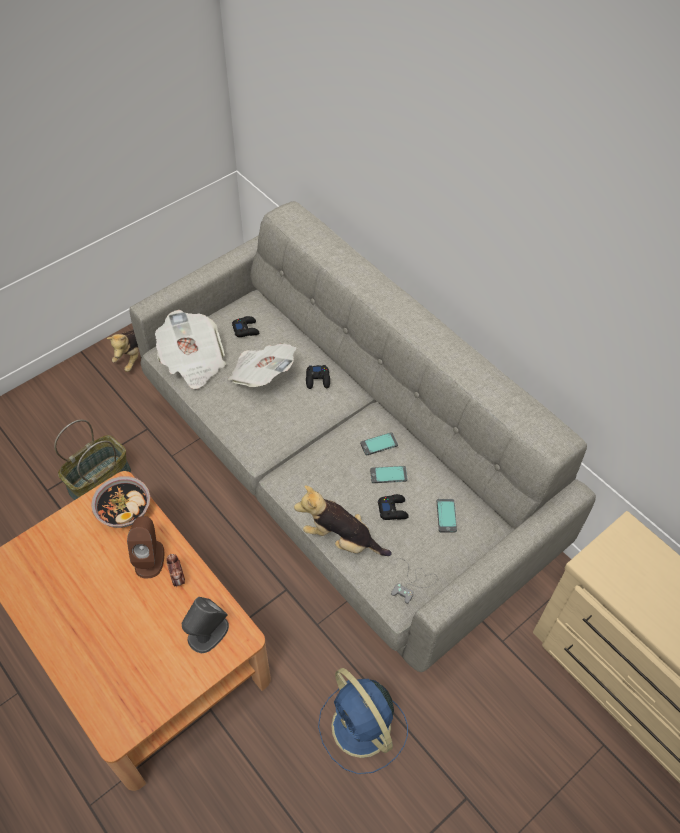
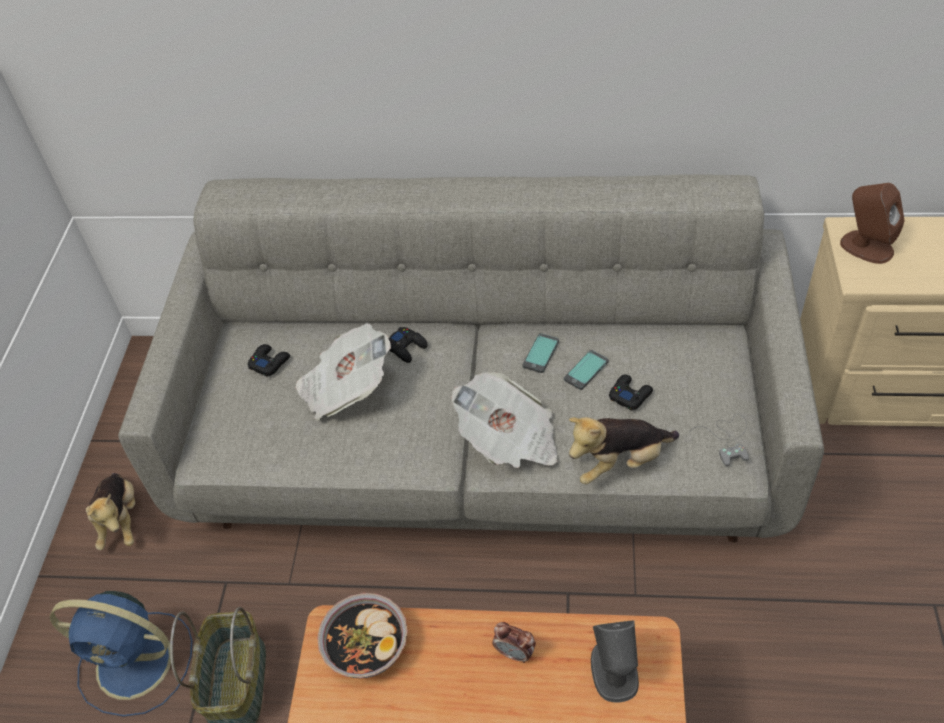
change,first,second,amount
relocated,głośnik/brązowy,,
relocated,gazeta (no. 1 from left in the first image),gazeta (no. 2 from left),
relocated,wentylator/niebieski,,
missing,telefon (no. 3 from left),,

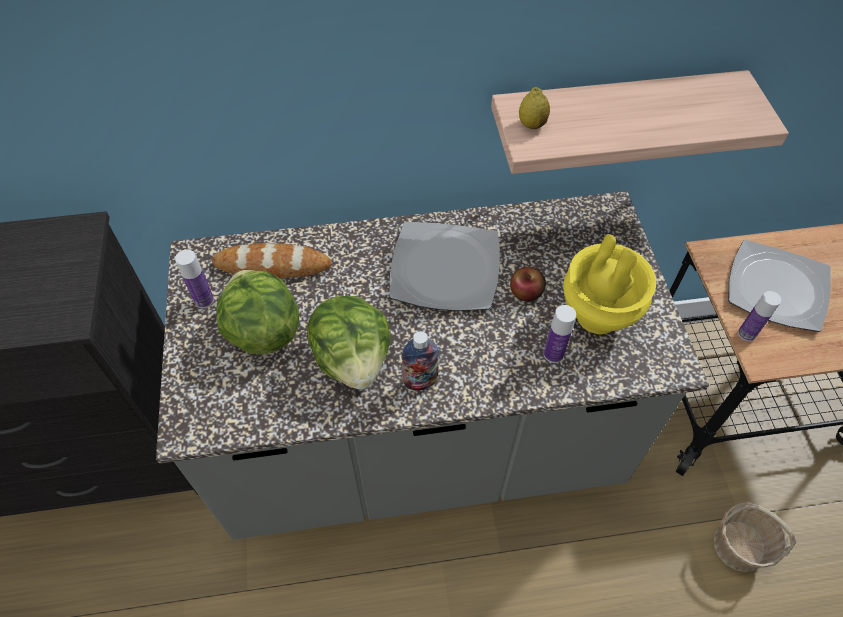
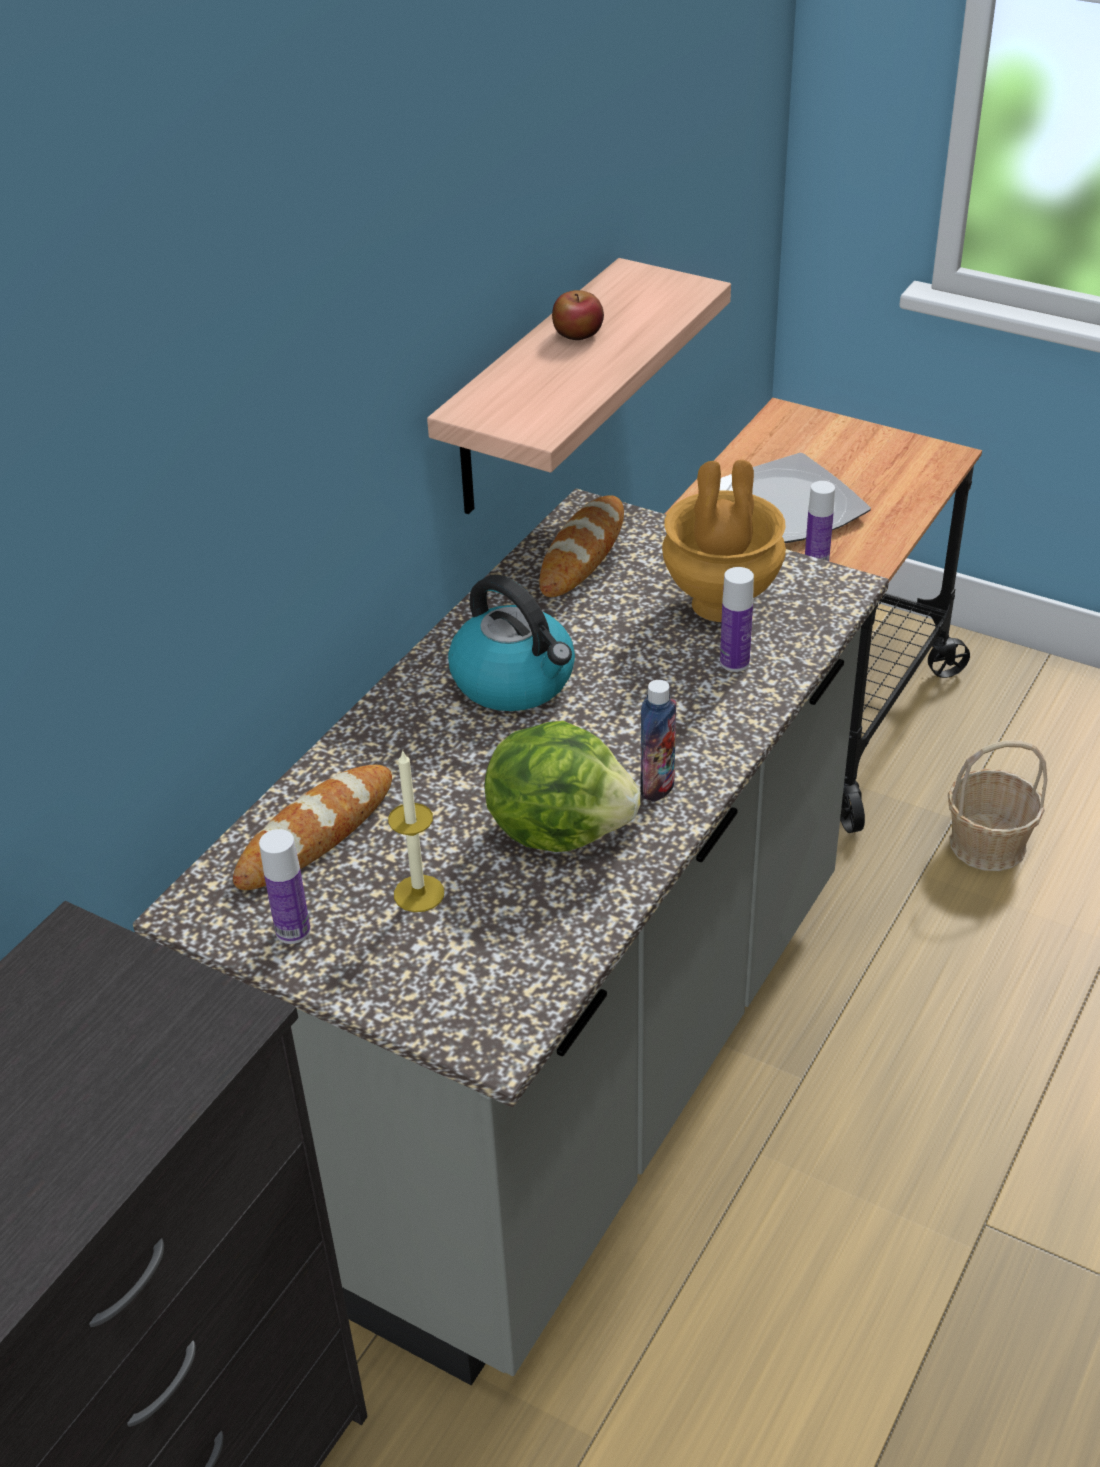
change,first,second,amount
exchanged,sałata (no. 1 from left),świeca,
exchanged,talerz (no. 1 from left),czajnik,
relocated,jabłko,,
missing,cytryna,,
colour,wazon/żółty,wazon/brązowy,
appeared,,chleb (no. 2 from left),

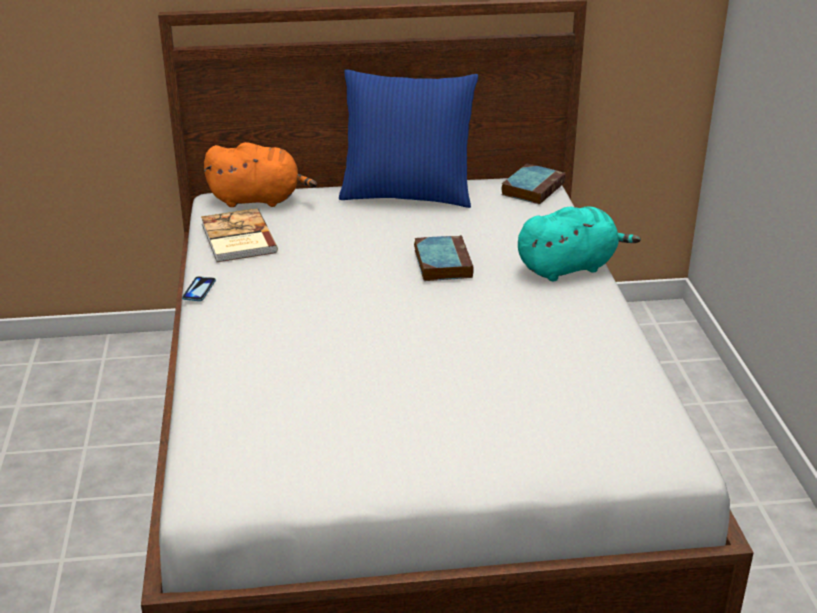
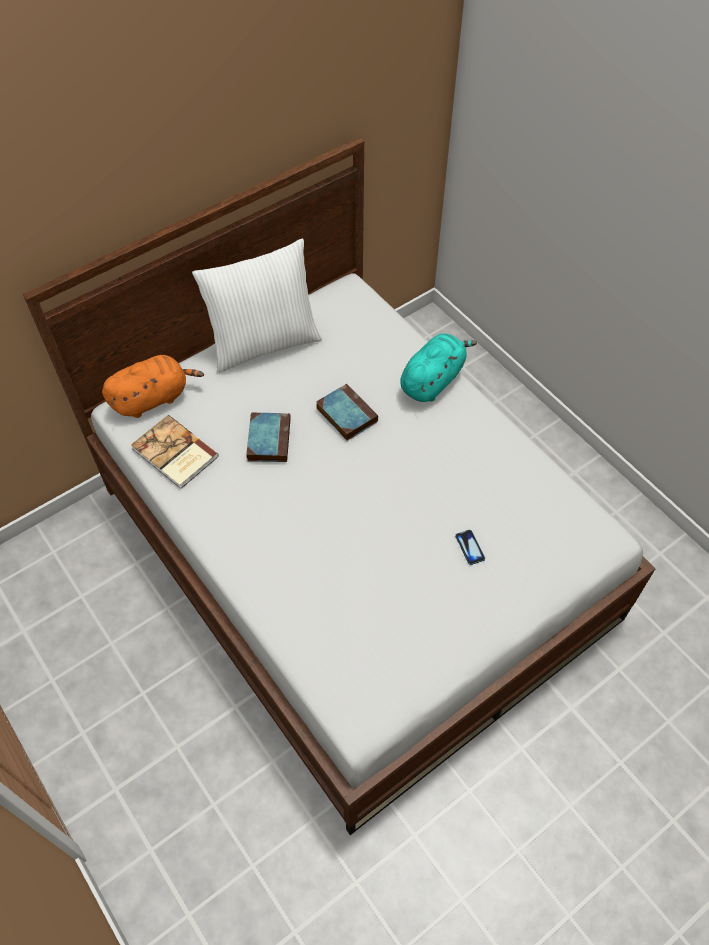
change,first,second,amount
relocated,telefon,,
colour,poduszka/niebieski,poduszka/biały,
relocated,książka (no. 3 from left in the first image),książka (no. 2 from left),

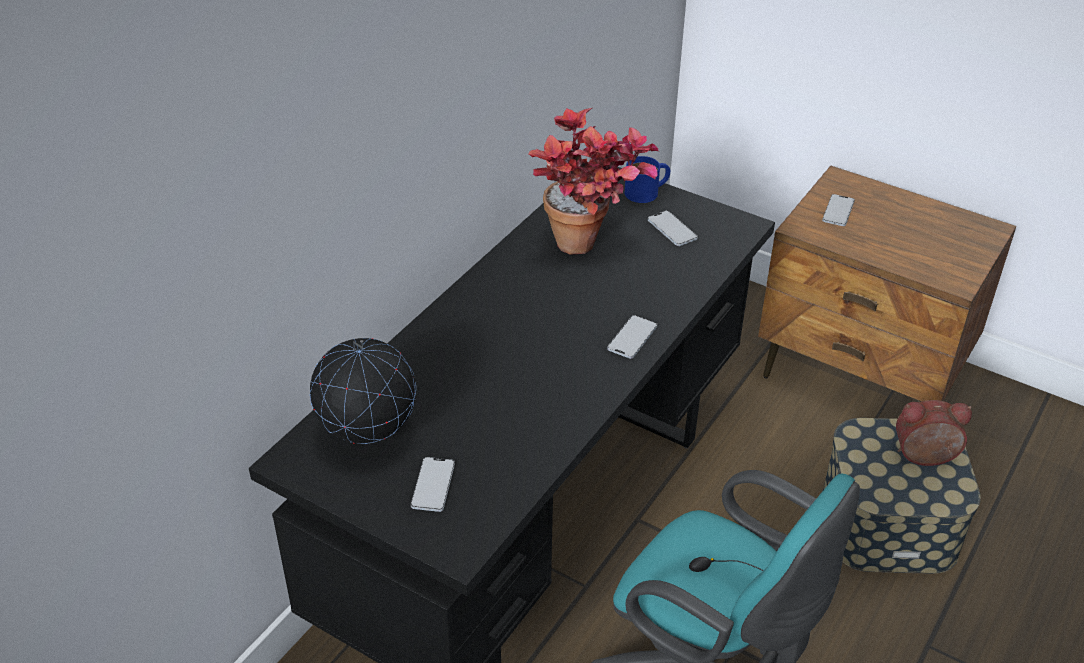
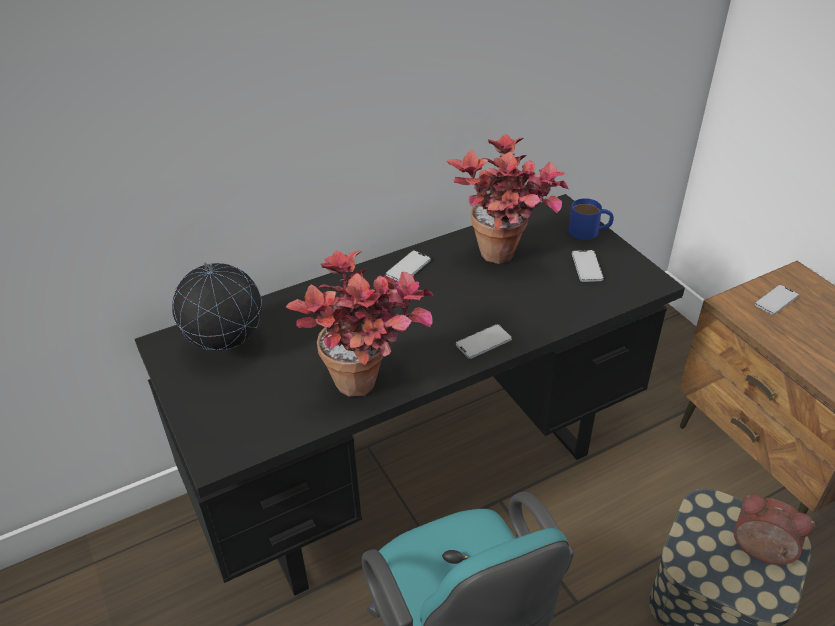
change,first,second,amount
relocated,telefon (no. 1 from left),,
appeared,,roślina doniczkowa (no. 1 from left),

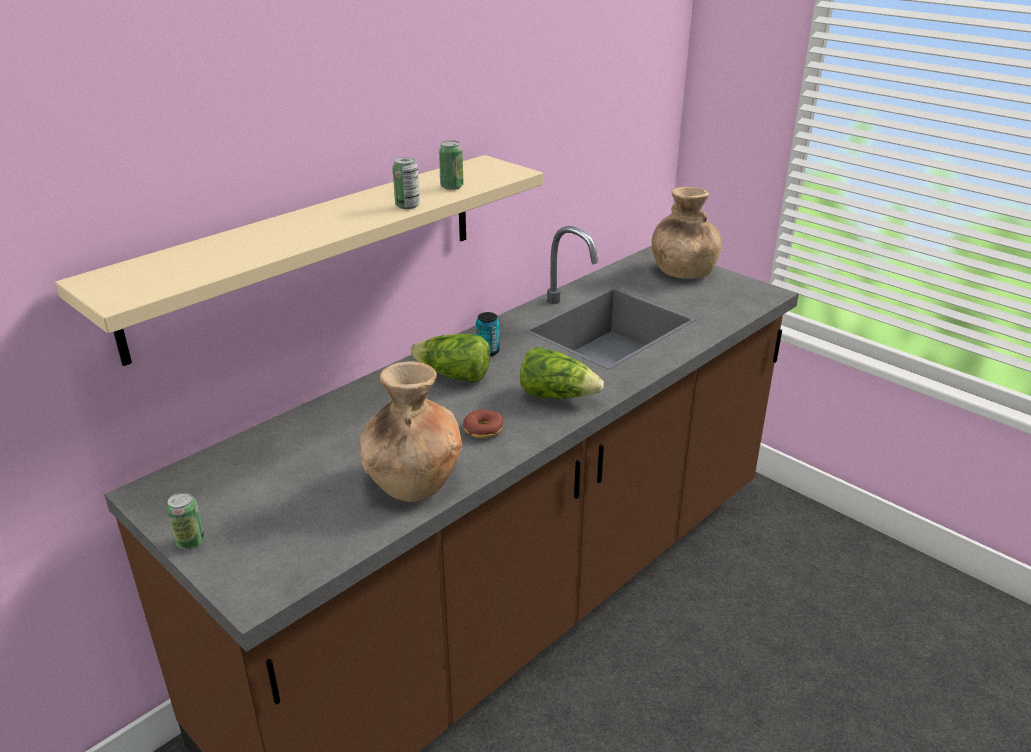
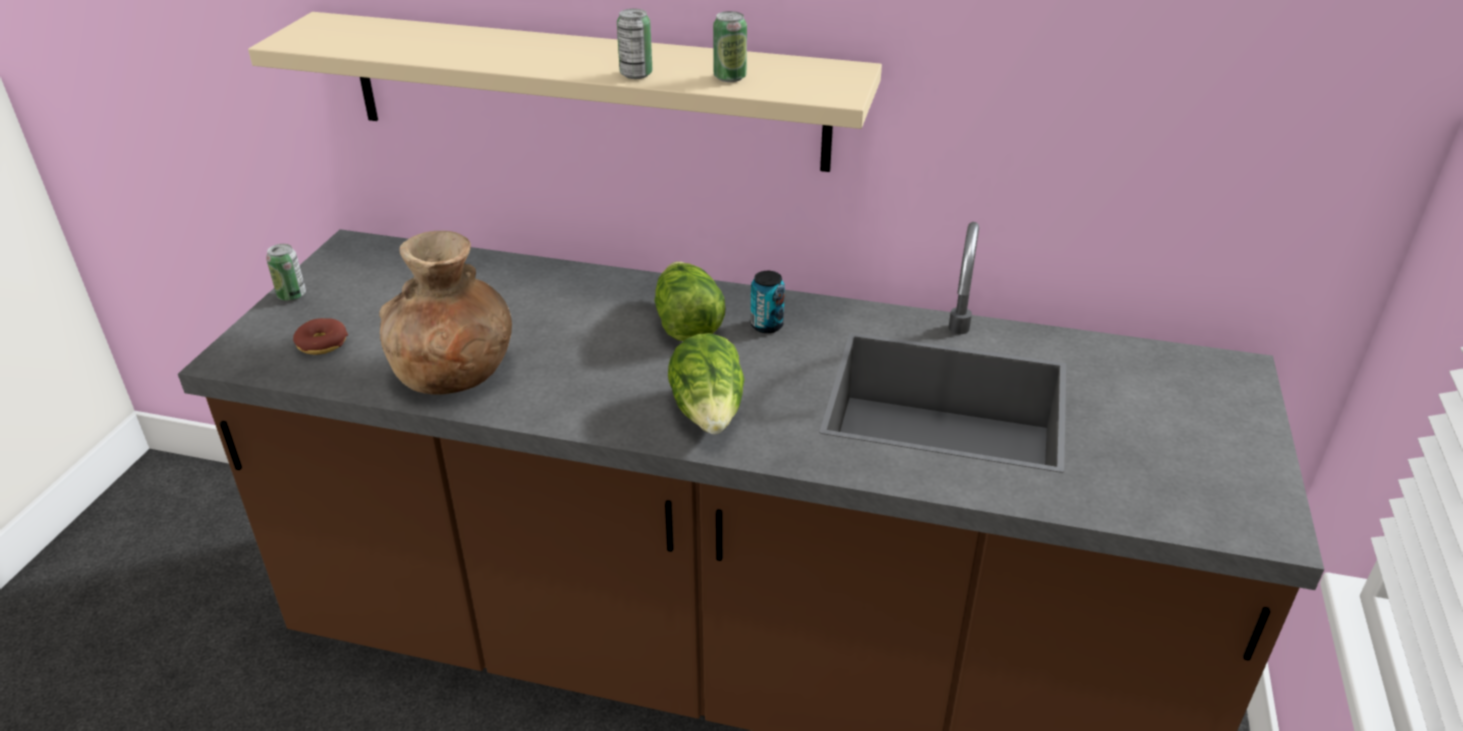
change,first,second,amount
relocated,donut,,
missing,wazon/brązowy (no. 2 from left),,

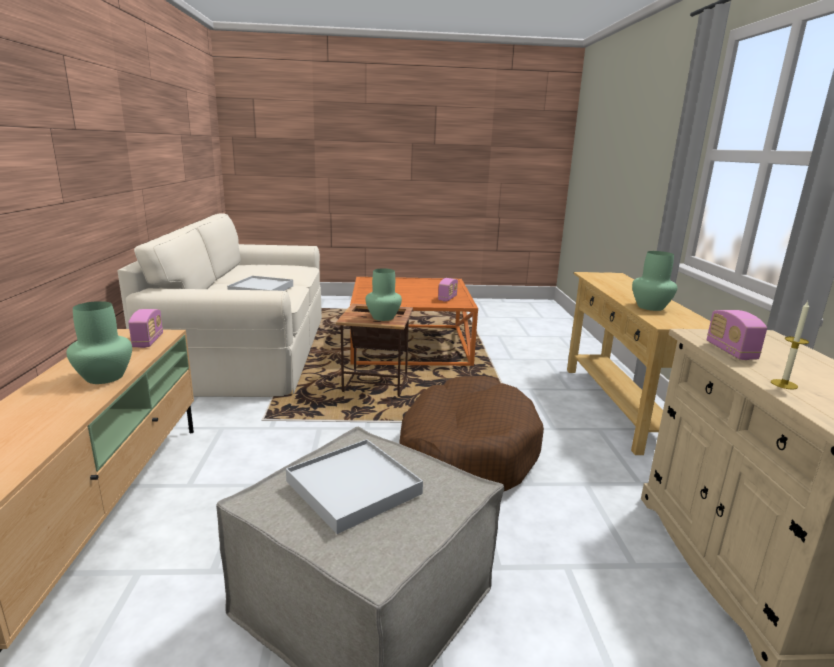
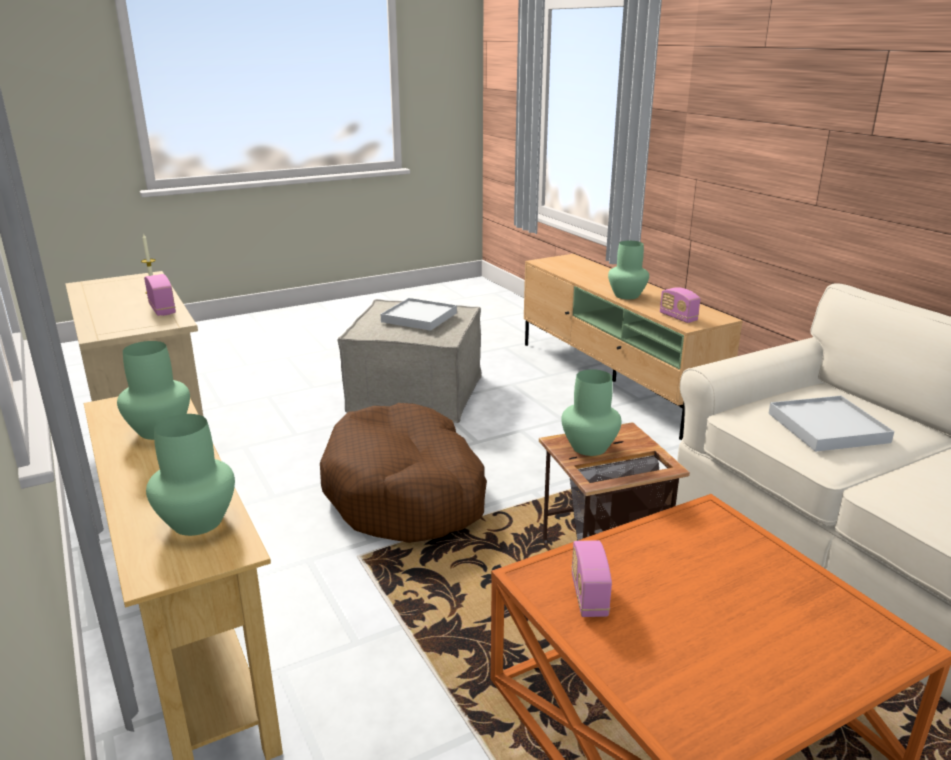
change,first,second,amount
appeared,,wazon/zielony (no. 2 from left),

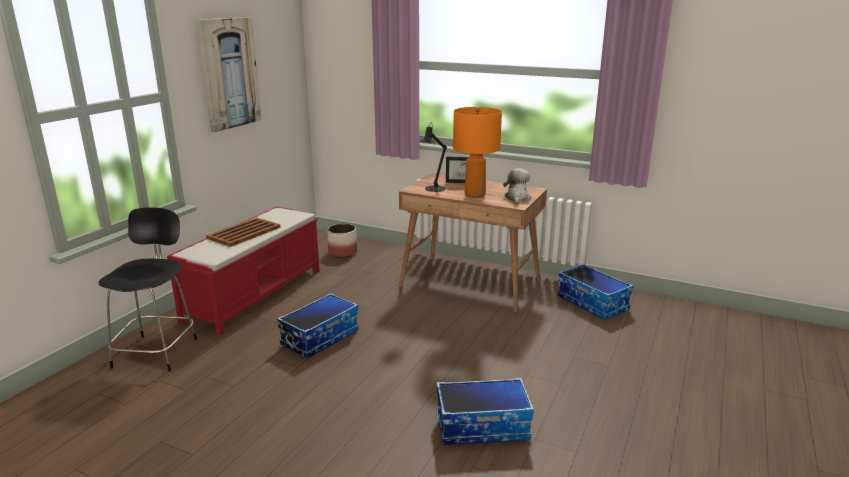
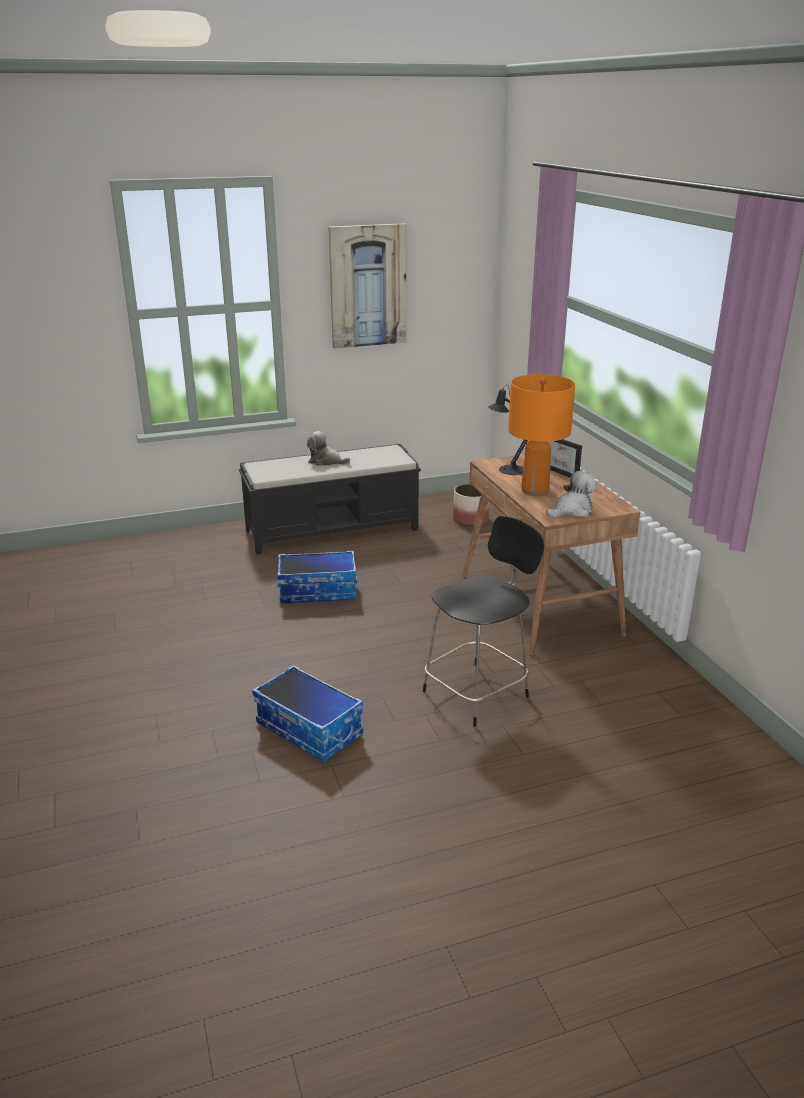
change,first,second,amount
relocated,krzesło/czarny,,
colour,ławka/czerwony,ławka/czarny,
exchanged,taca/brązowy,pluszak (no. 1 from left),
missing,pojemnik do przechowywania (no. 3 from left),,

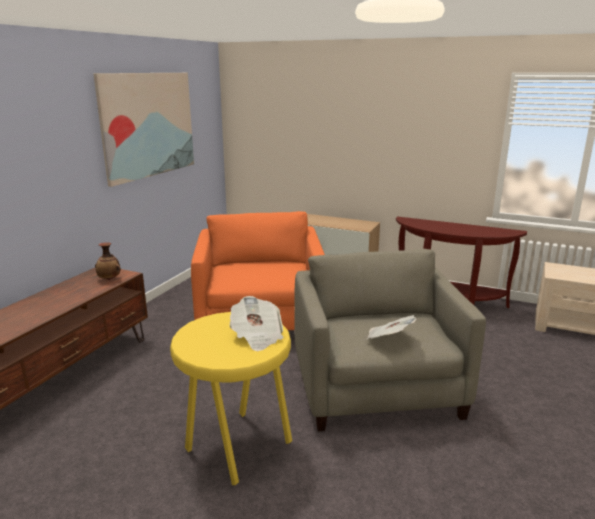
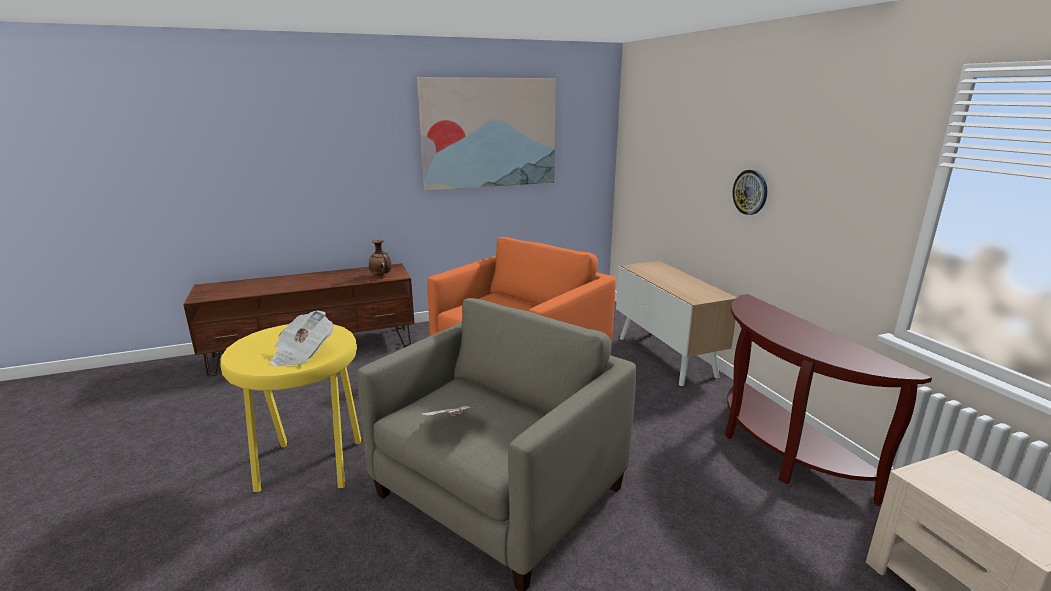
change,first,second,amount
appeared,,zegar ścienny,

